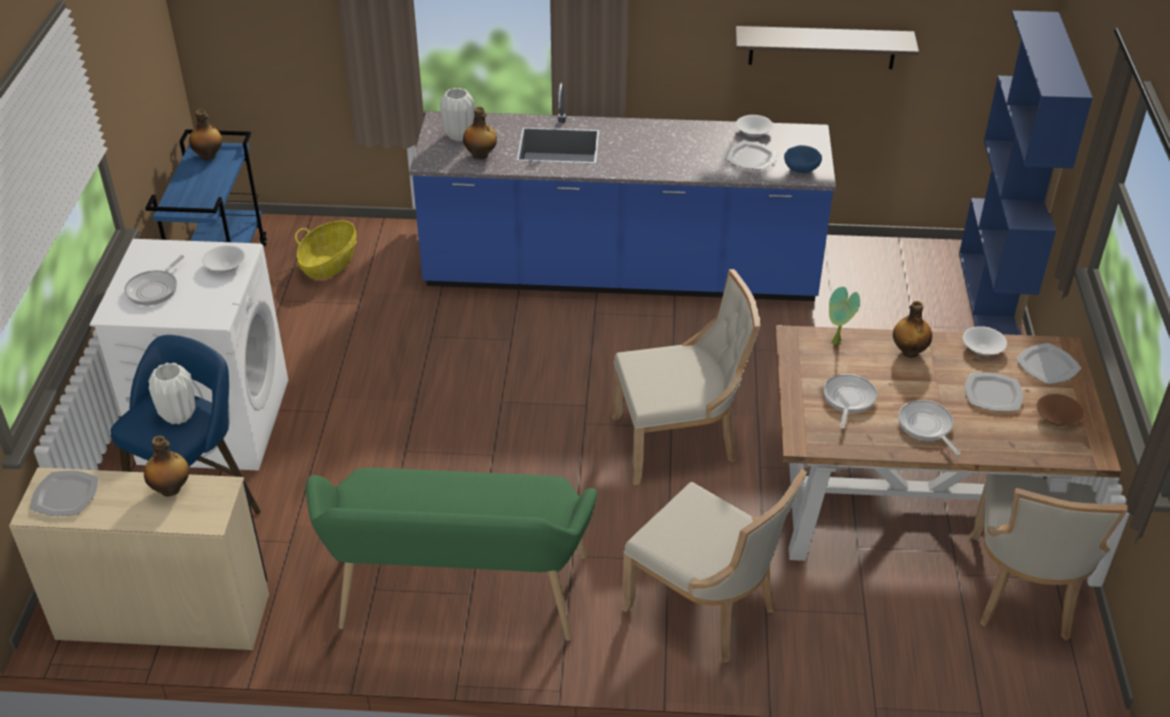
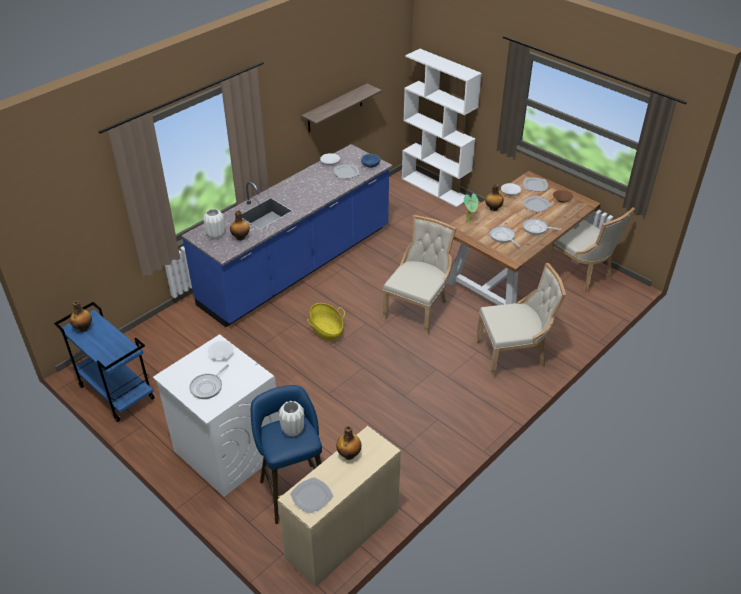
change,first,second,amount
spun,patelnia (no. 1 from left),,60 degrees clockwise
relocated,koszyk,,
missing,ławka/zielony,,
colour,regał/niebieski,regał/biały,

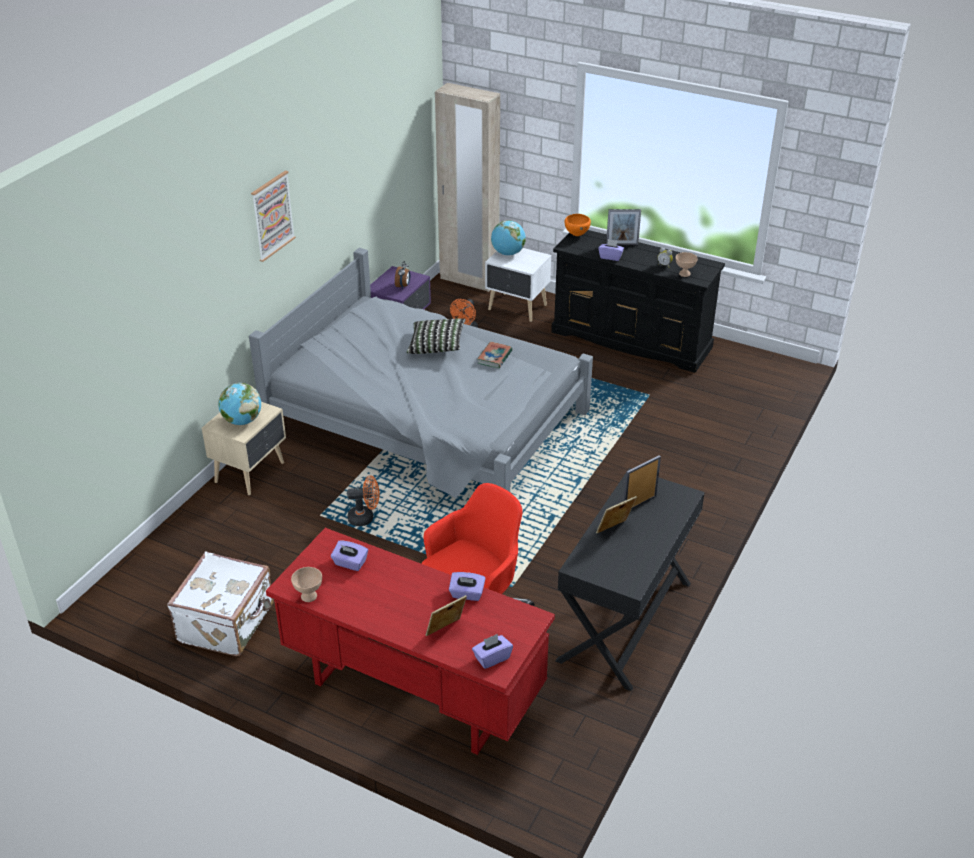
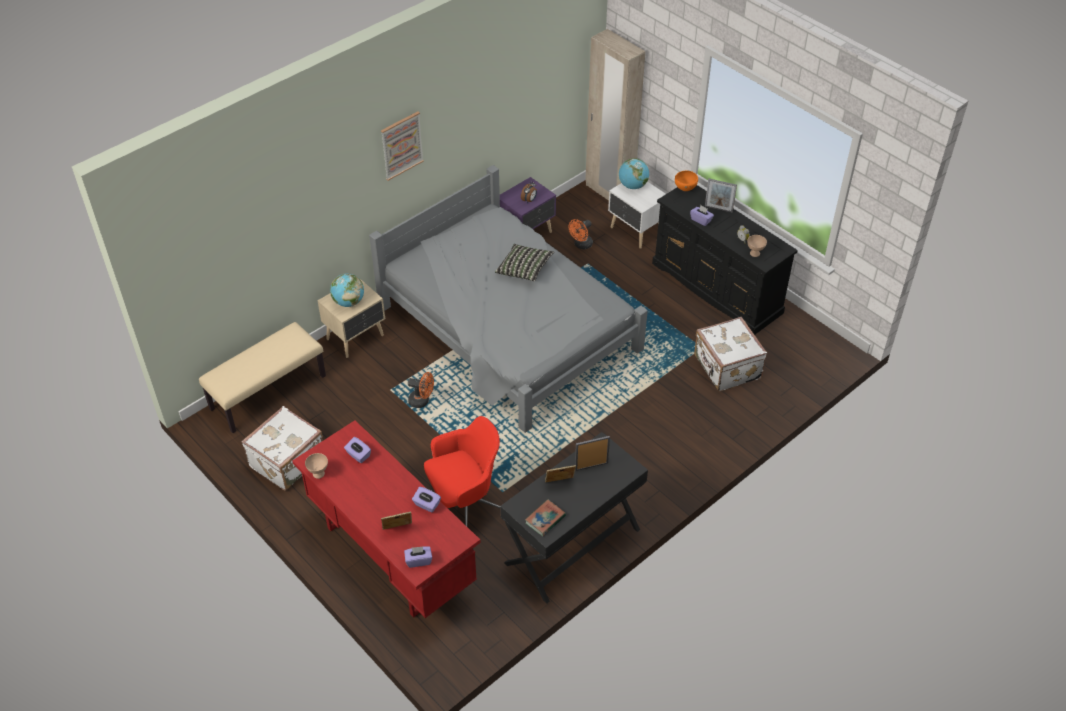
change,first,second,amount
relocated,książka,,
appeared,,ławka/beżowy,
appeared,,walizka/biały (no. 2 from left),

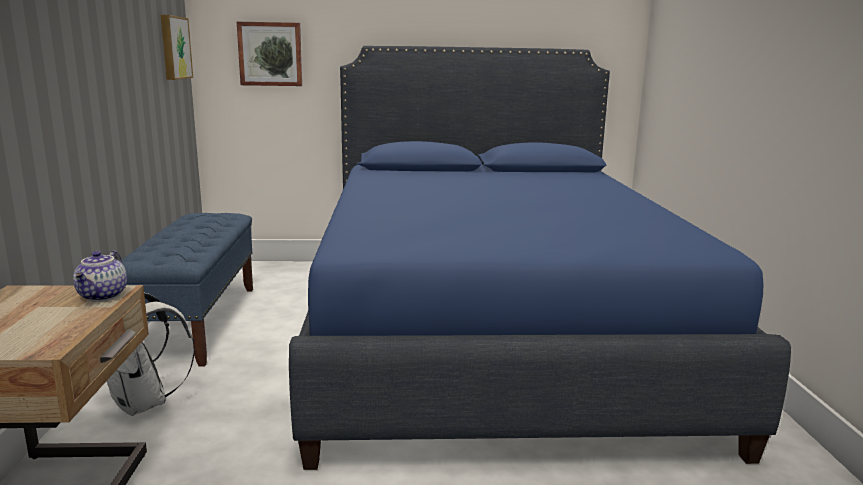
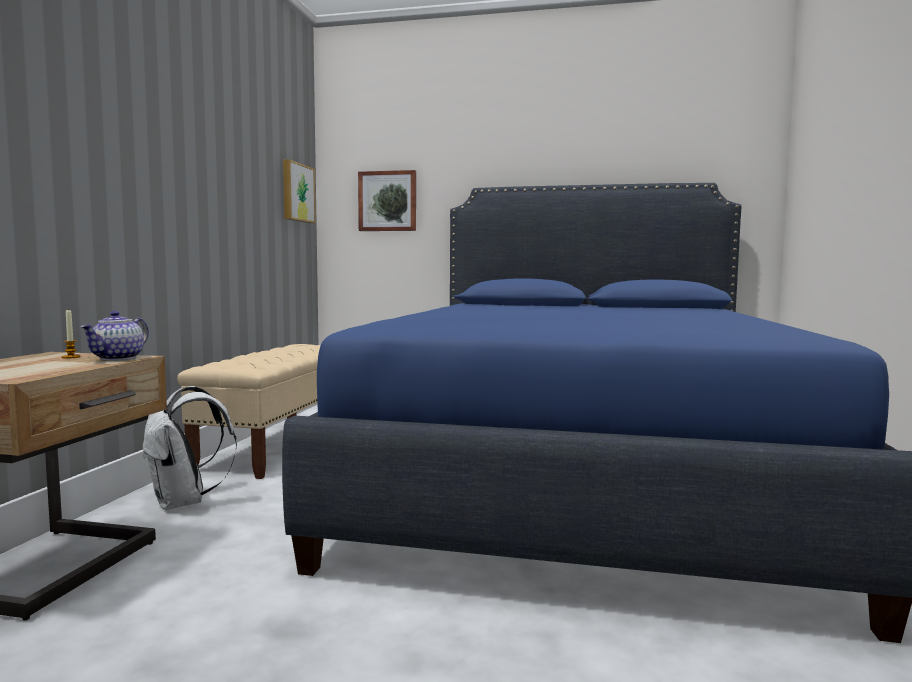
change,first,second,amount
colour,ławka/niebieski,ławka/beżowy,
appeared,,świeca,

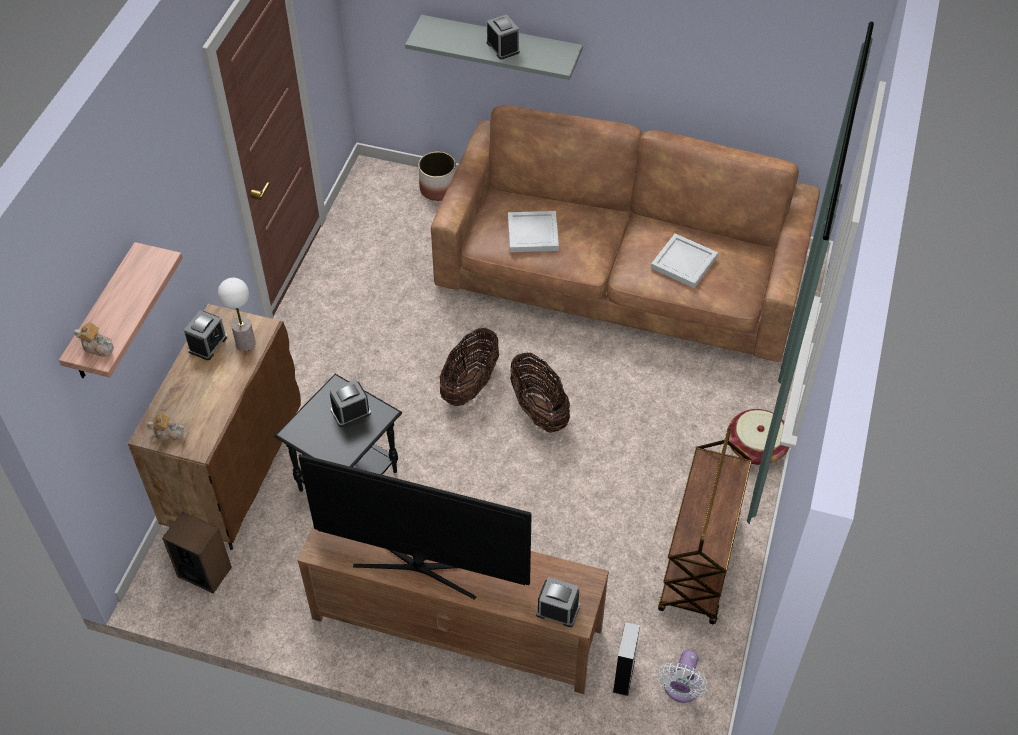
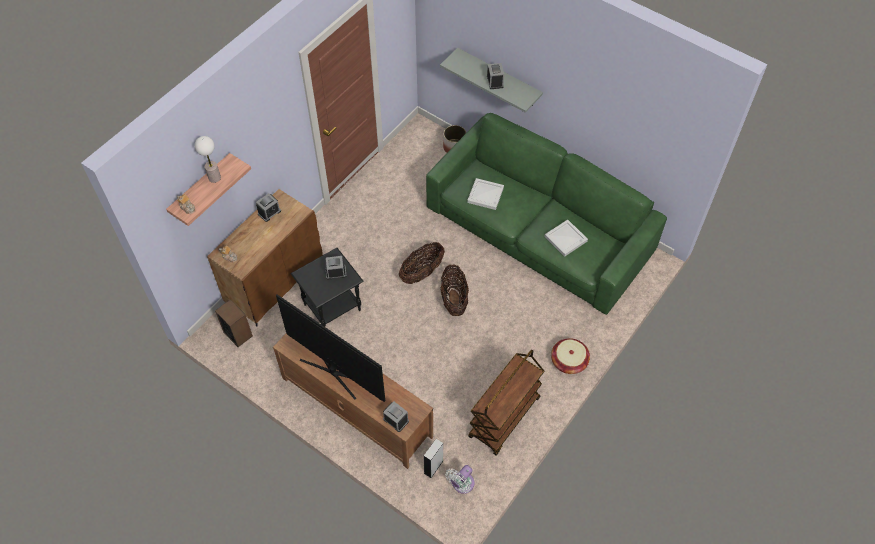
change,first,second,amount
relocated,lampa stołowa,,
colour,kanapa/brązowy,kanapa/zielony,

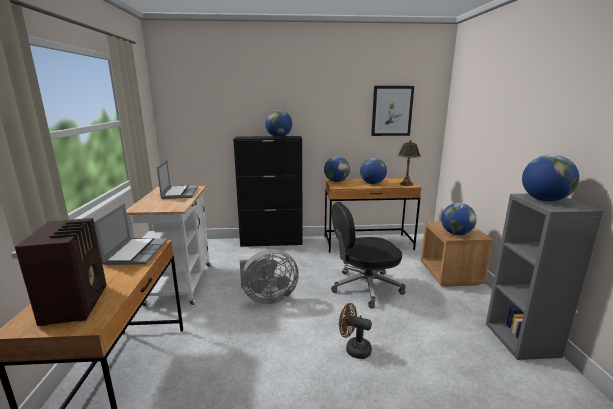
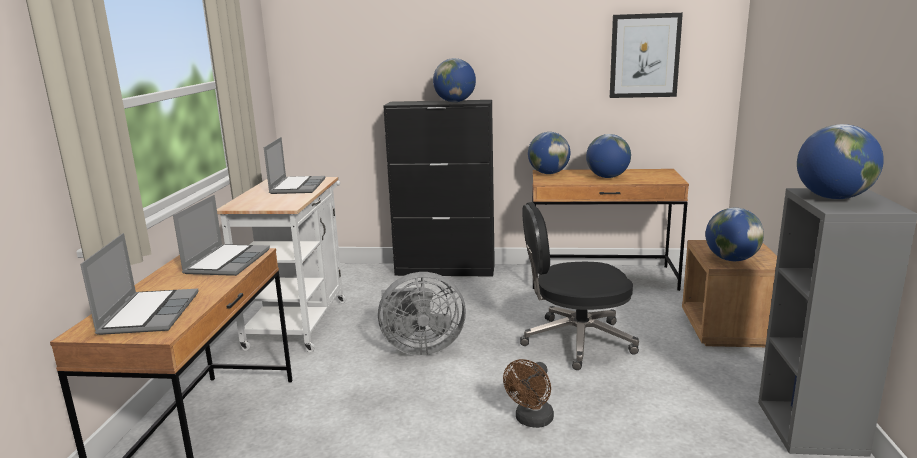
change,first,second,amount
exchanged,radio,laptop (no. 1 from left),
spun,wentylator/brązowy,,90 degrees counterclockwise
missing,lampa stołowa,,

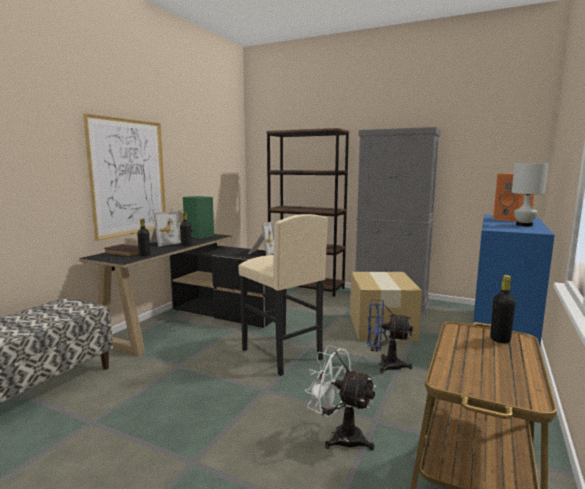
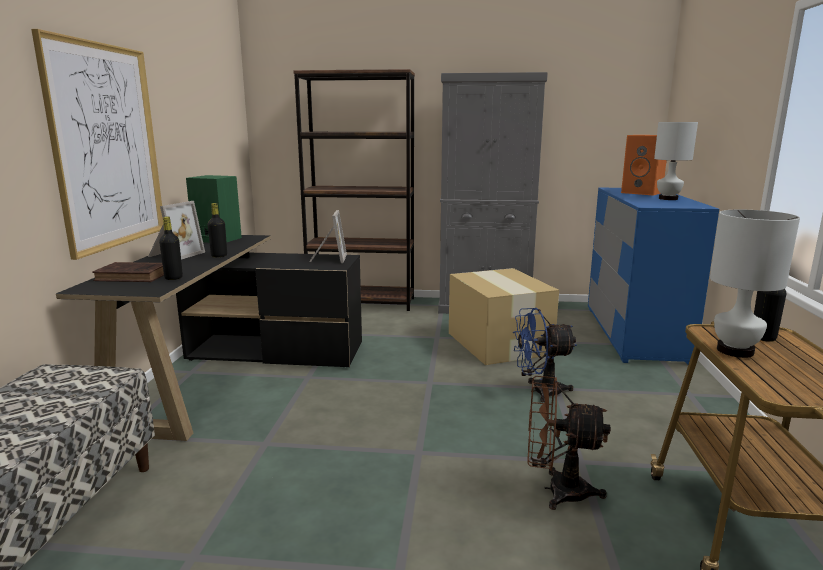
change,first,second,amount
missing,stołek/beżowy,,
colour,wentylator/biały,wentylator/brązowy,
appeared,,lampa stołowa/biały (no. 2 from left),

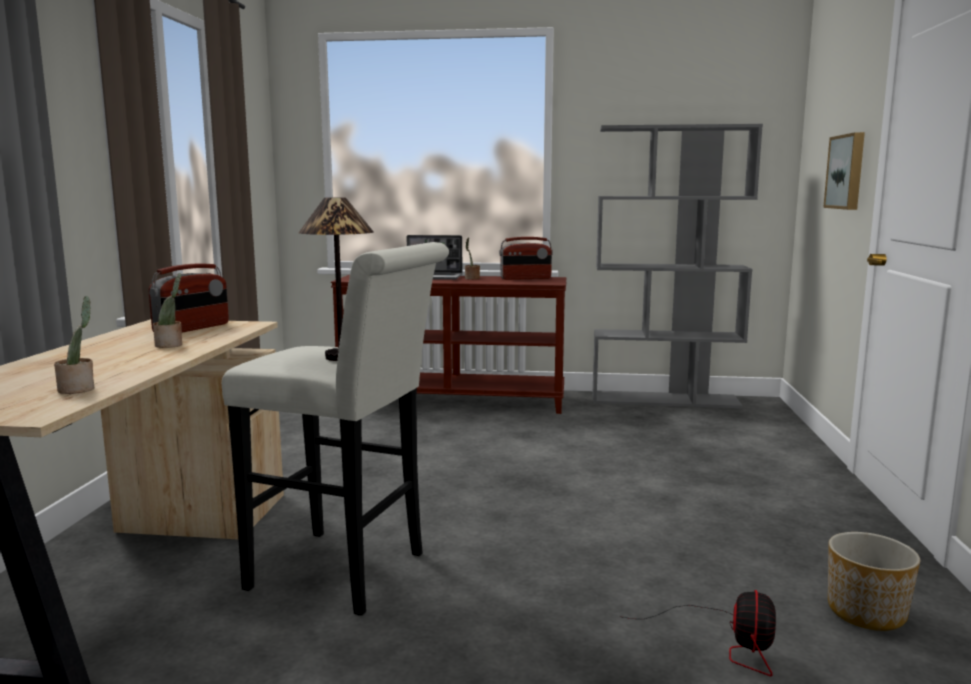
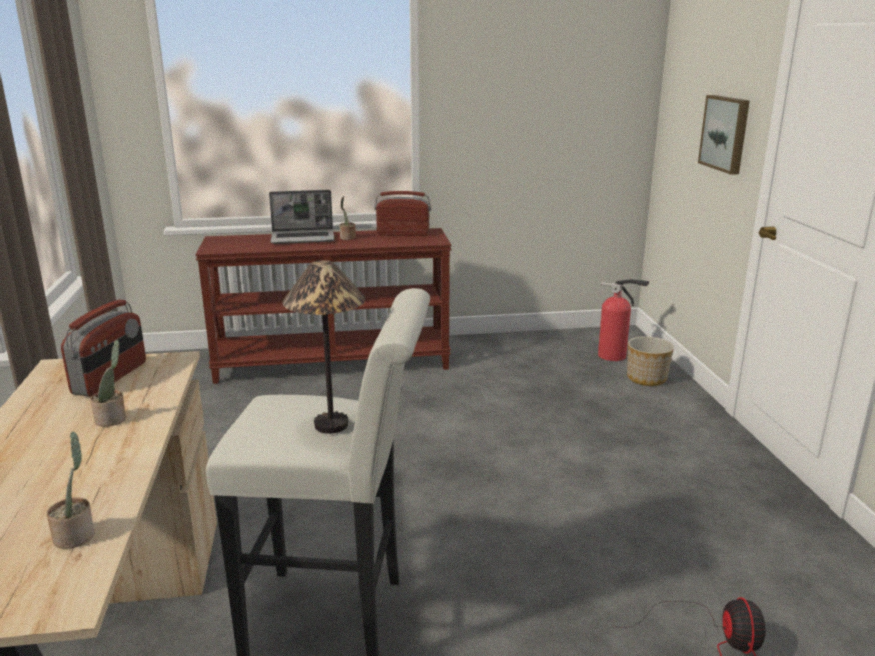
change,first,second,amount
spun,radio (no. 2 from left),,150 degrees counterclockwise
missing,regał/szary,,
relocated,donica,,
appeared,,gaśnica,

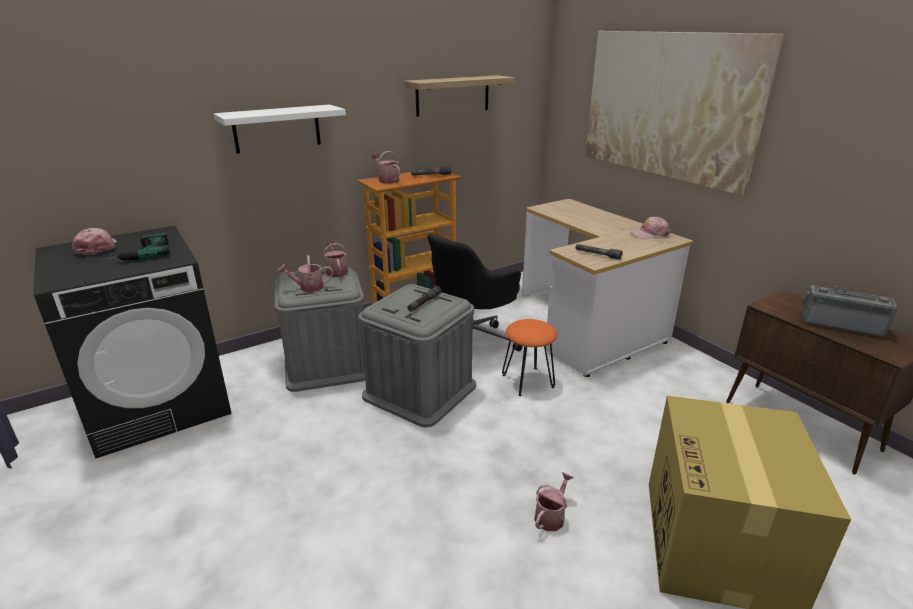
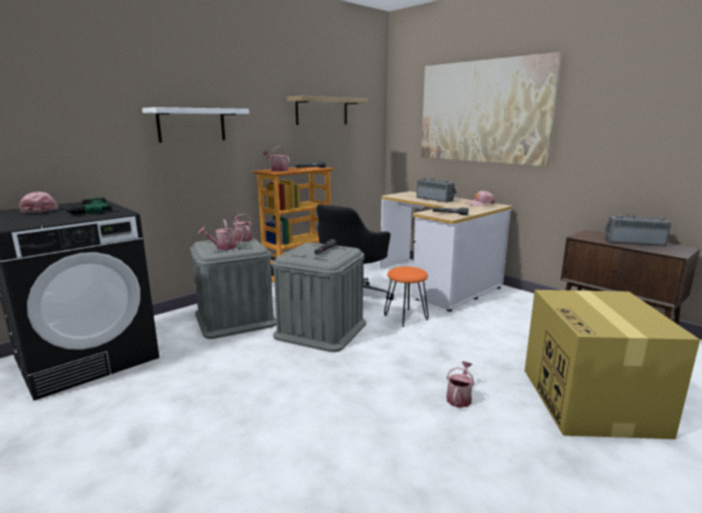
change,first,second,amount
appeared,,radio (no. 1 from left),

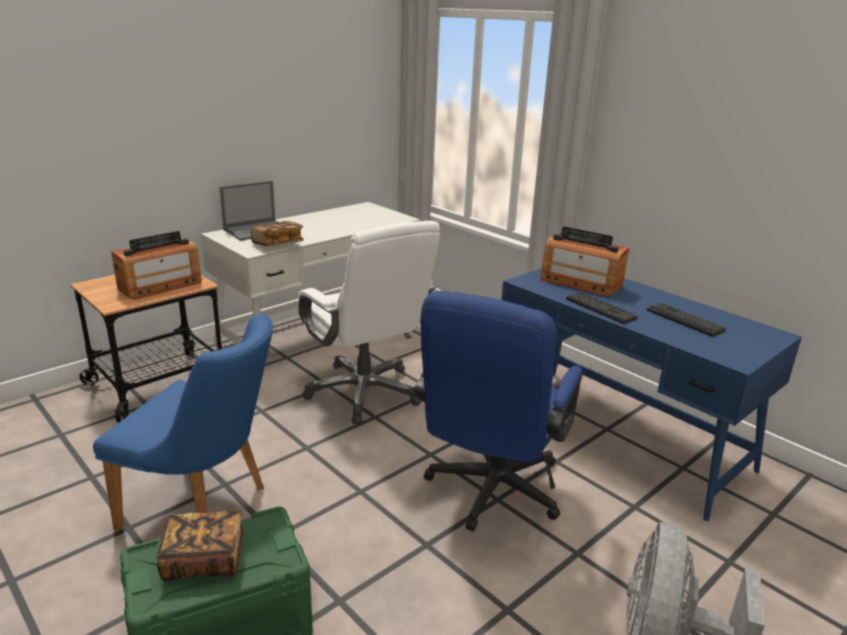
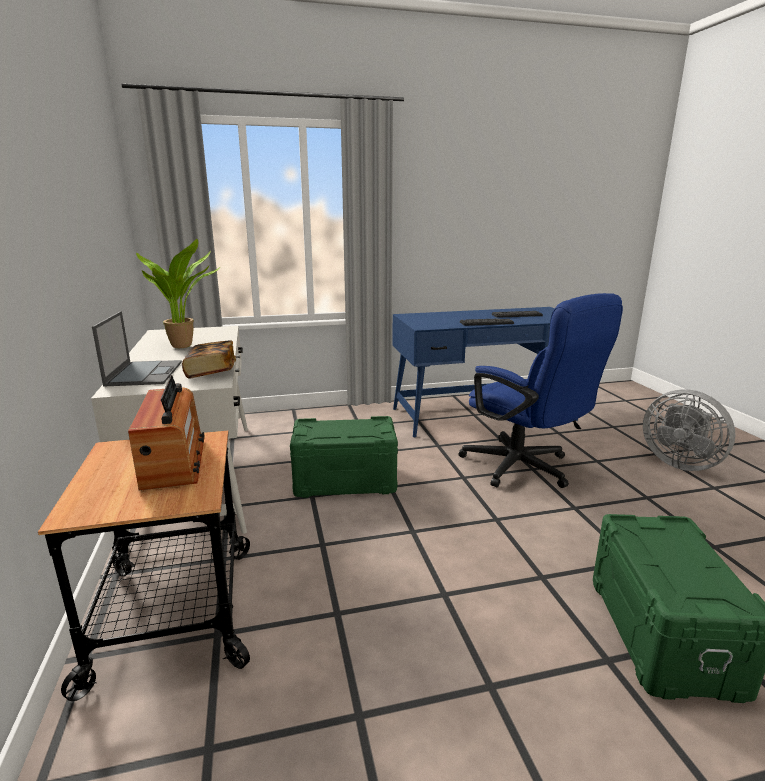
change,first,second,amount
missing,krzesło/niebieski,,
missing,książka (no. 1 from left),,
exchanged,krzesło biurowe/biały,pojemnik do przechowywania/zielony (no. 1 from left),
missing,radio (no. 2 from left),,
appeared,,roślina doniczkowa,

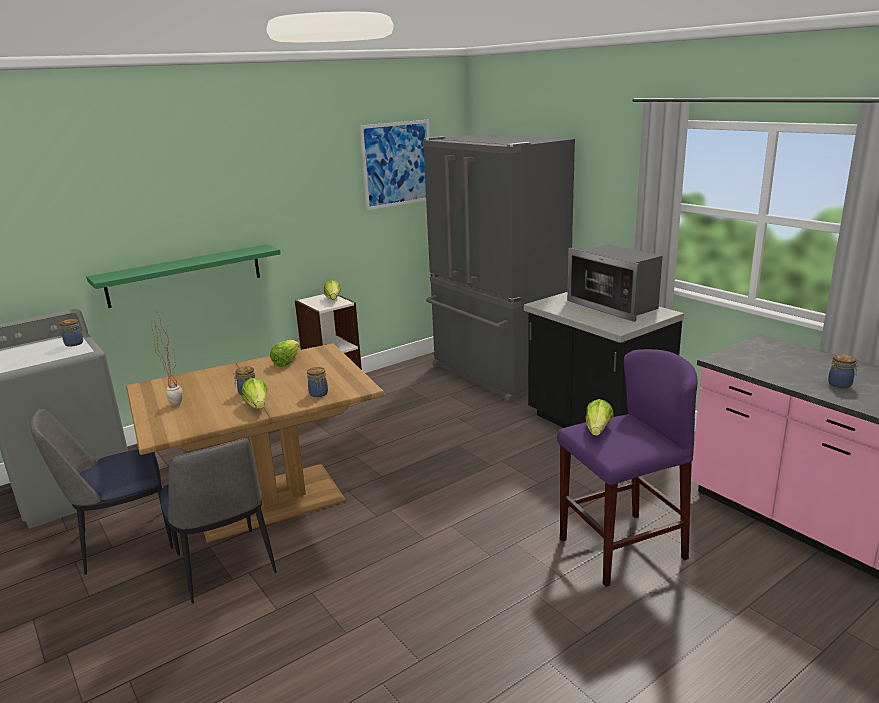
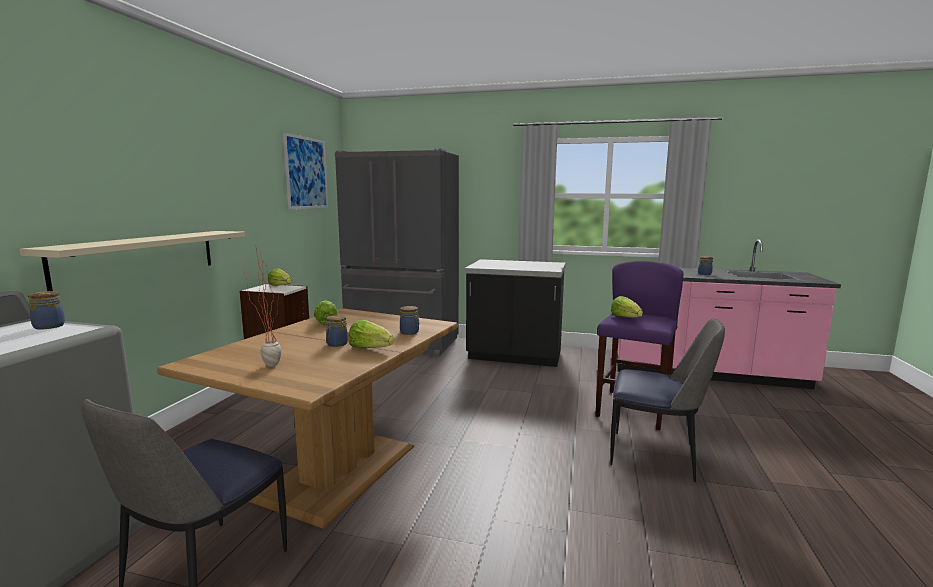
change,first,second,amount
colour,półka/zielony,półka/beżowy,
relocated,krzesło (no. 2 from left),,
missing,mikrofalówka,,

